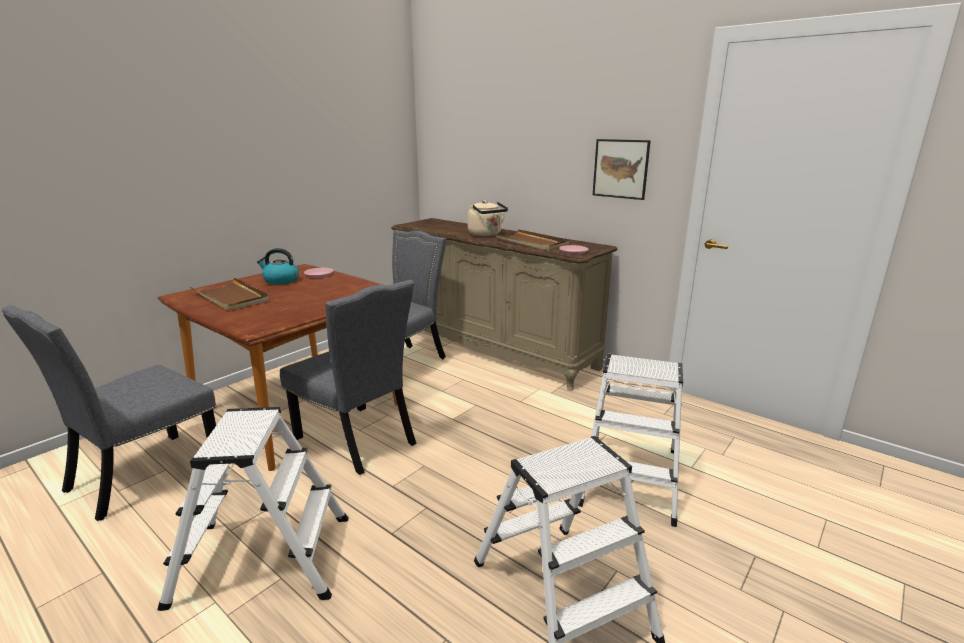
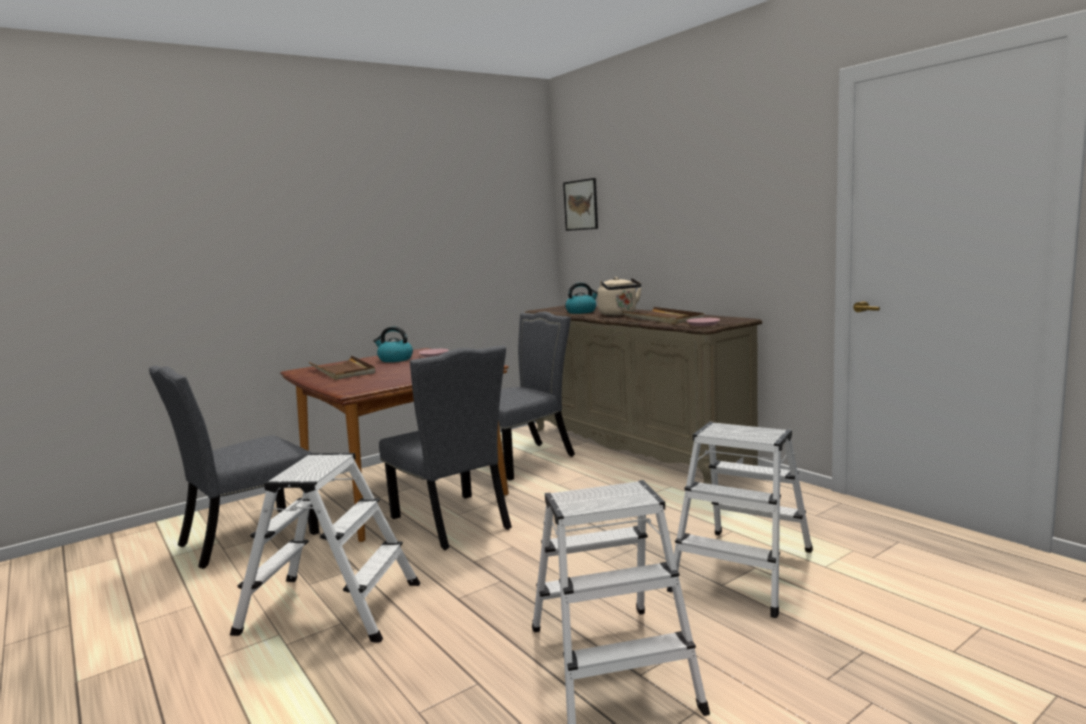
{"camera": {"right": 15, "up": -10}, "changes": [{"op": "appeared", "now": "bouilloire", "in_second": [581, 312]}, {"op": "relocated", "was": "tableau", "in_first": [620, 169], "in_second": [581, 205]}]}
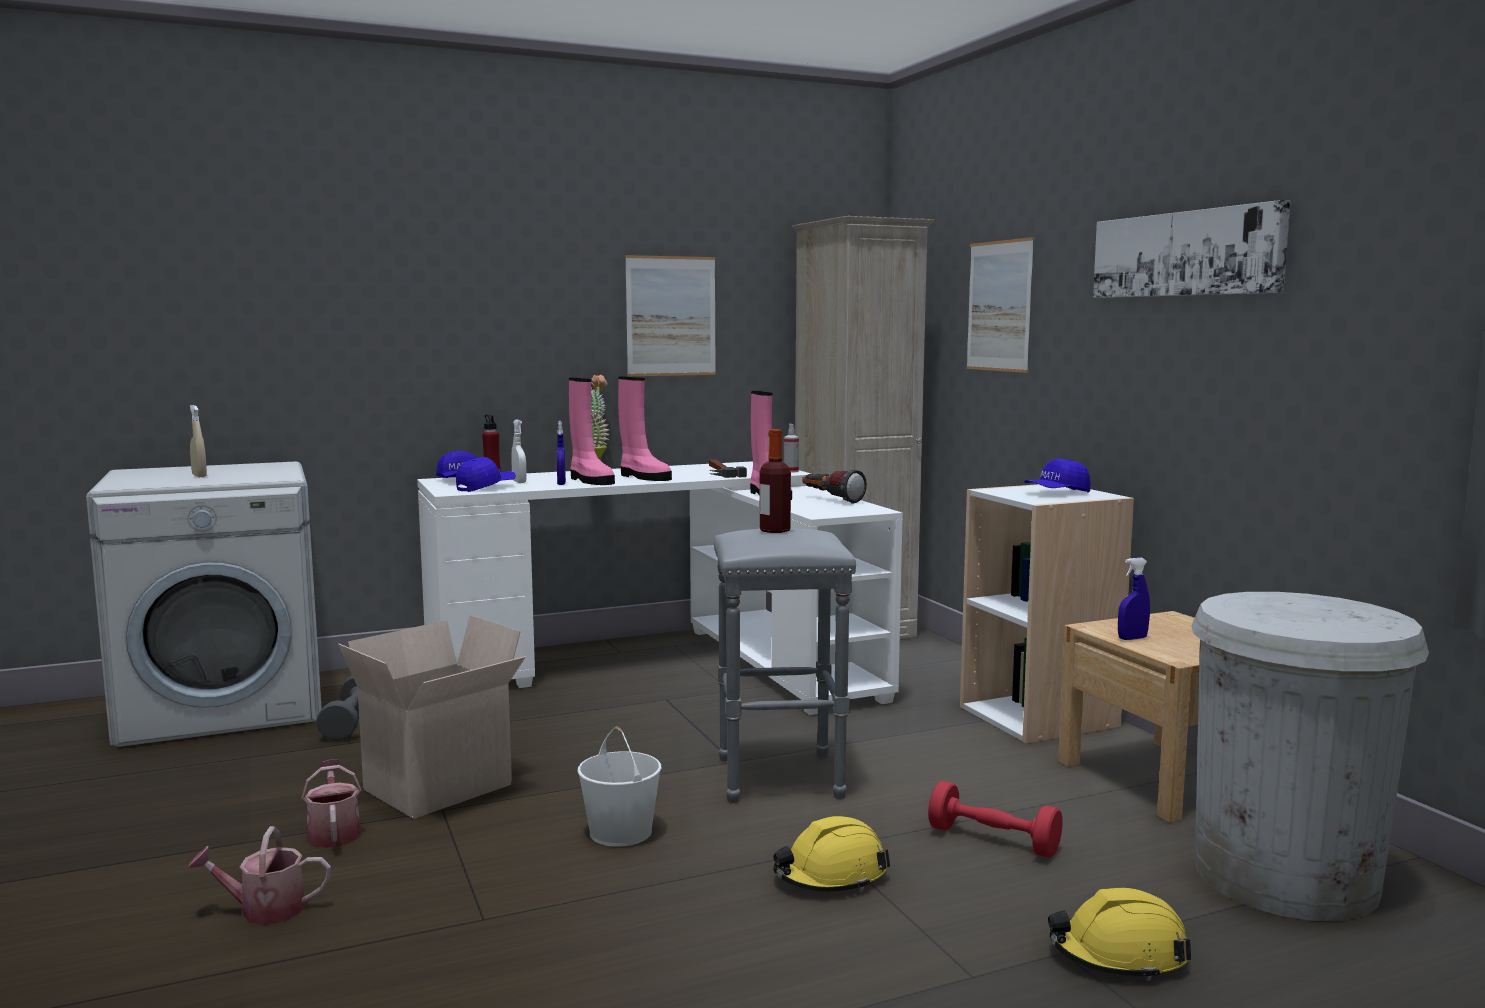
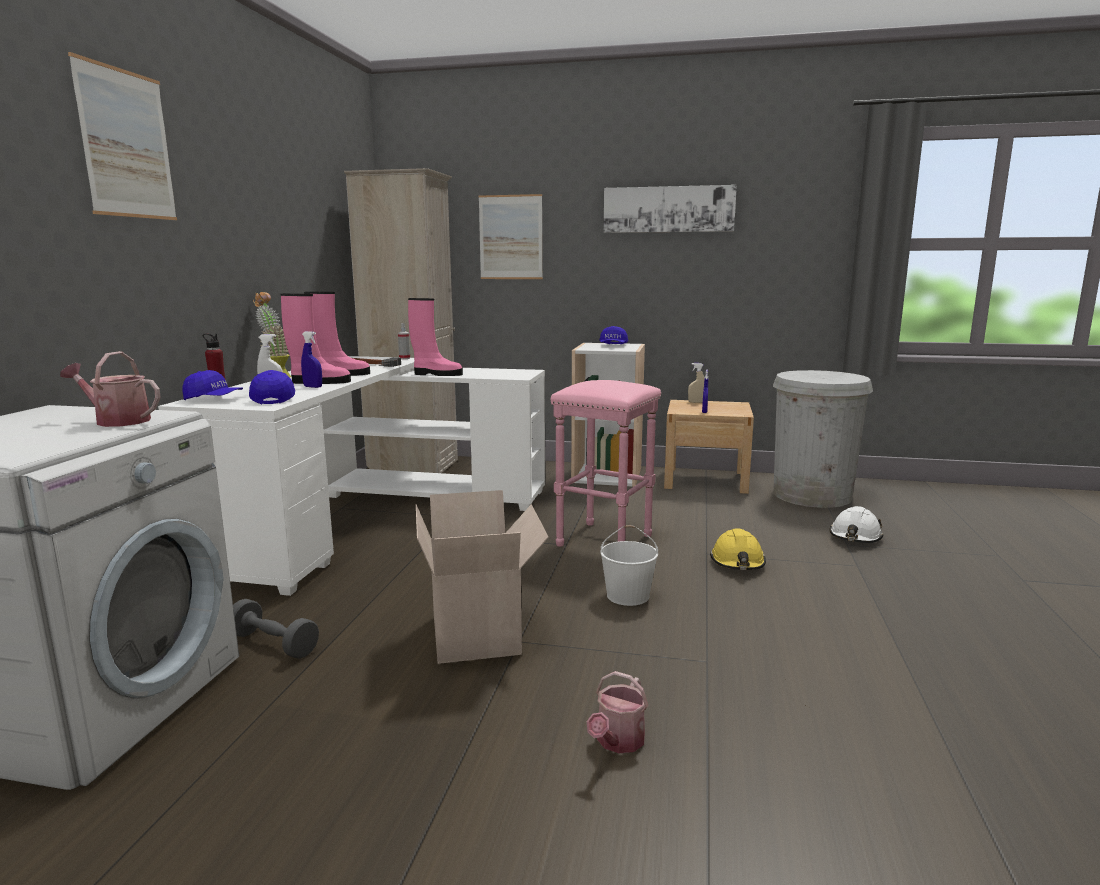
{"camera": {"right": -55, "up": 5}, "changes": [{"op": "missing", "was": "bouteille", "in_first": [774, 530]}, {"op": "missing", "was": "lampe de poche", "in_first": [830, 499]}, {"op": "missing", "was": "haltère [rouge]", "in_first": [993, 840]}, {"op": "relocated", "was": "vaporisateur [beige]", "in_first": [199, 476], "in_second": [696, 402]}, {"op": "relocated", "was": "arrosoir", "in_first": [334, 832], "in_second": [117, 421]}, {"op": "relocated", "was": "tableau", "in_first": [671, 316], "in_second": [126, 144]}, {"op": "colour", "was": "tabouret [gris]", "now": "tabouret [rose]", "in_first": [777, 778], "in_second": [605, 541]}, {"op": "colour", "was": "casque de chantier [jaune]", "now": "casque de chantier [blanc]", "in_first": [1119, 955], "in_second": [855, 537]}]}
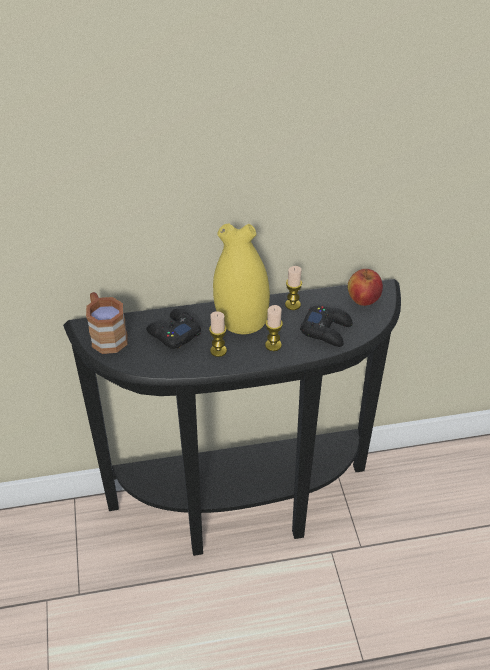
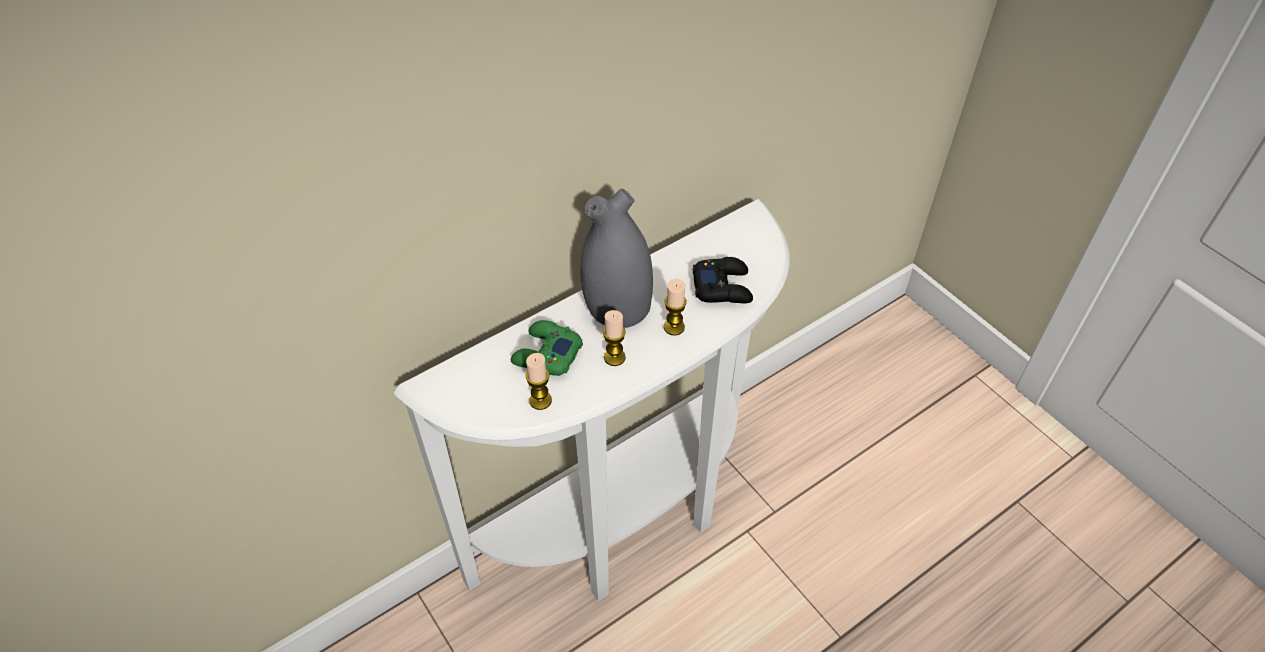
{"camera": {"right": -25, "up": 5}, "changes": [{"op": "missing", "was": "mug [marron]", "in_first": [106, 335]}, {"op": "missing", "was": "pomme", "in_first": [363, 300]}, {"op": "relocated", "was": "bougie", "in_first": [292, 304], "in_second": [540, 400]}, {"op": "colour", "was": "table console [noir]", "now": "table console [blanc]", "in_first": [244, 511], "in_second": [629, 524]}, {"op": "colour", "was": "manette [noir]", "now": "manette [vert]", "in_first": [173, 333], "in_second": [546, 354]}, {"op": "colour", "was": "vase [jaune]", "now": "vase [gris]", "in_first": [241, 320], "in_second": [617, 308]}]}
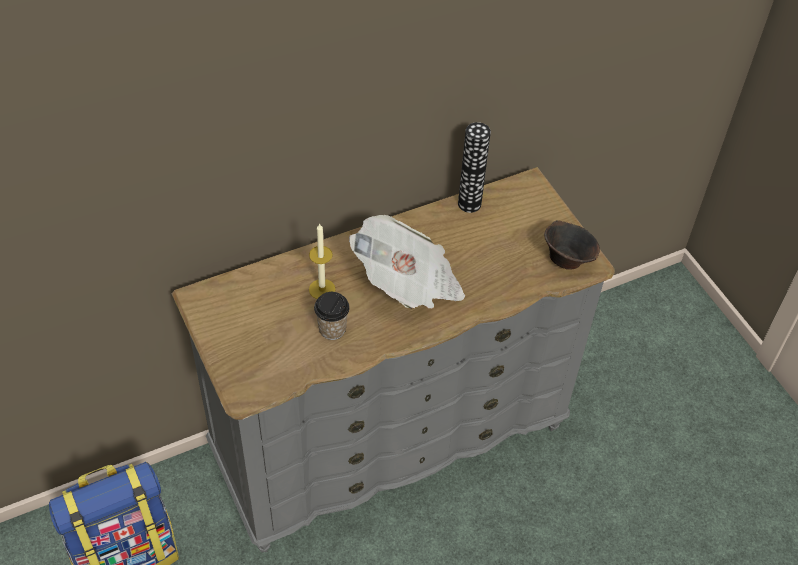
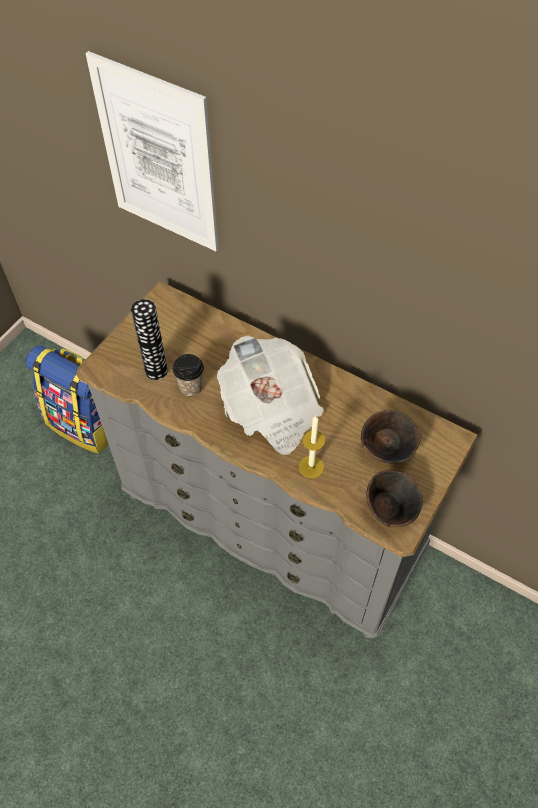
{"camera": {"right": 60, "up": 5}, "changes": [{"op": "appeared", "now": "tableau", "in_second": [158, 157]}, {"op": "appeared", "now": "bol [marron]", "in_second": [387, 449]}, {"op": "relocated", "was": "bougie", "in_first": [322, 289], "in_second": [311, 467]}, {"op": "relocated", "was": "vase", "in_first": [469, 204], "in_second": [156, 371]}]}
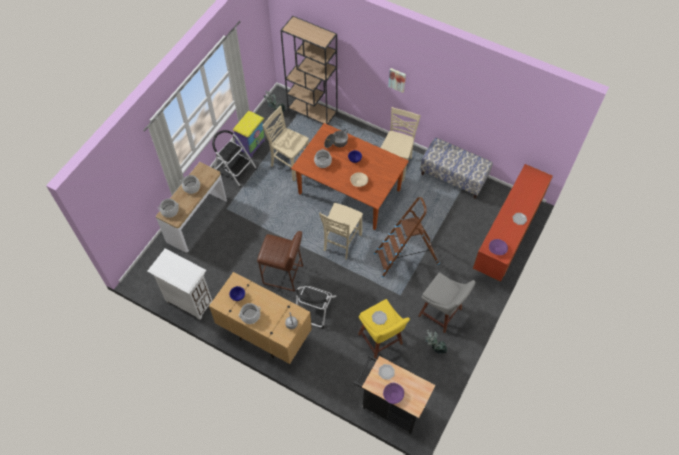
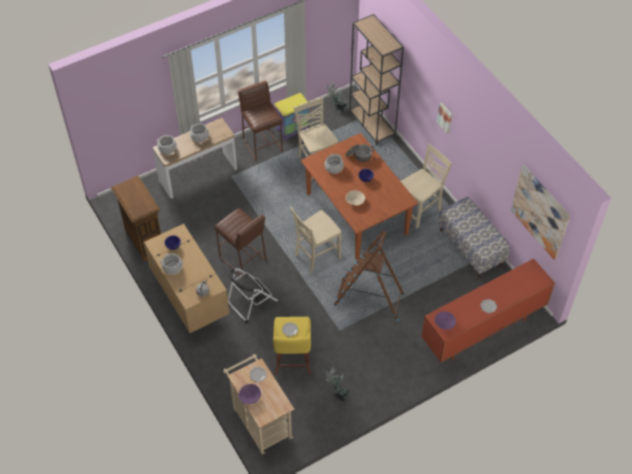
{"camera": {"right": 30, "up": -5}, "changes": [{"op": "missing", "was": "tabouret [gris]", "in_first": [441, 313]}, {"op": "appeared", "now": "tableau", "in_second": [540, 212]}, {"op": "exchanged", "was": "escabeau", "now": "tabouret [marron]", "in_first": [234, 169], "in_second": [262, 144]}, {"op": "colour", "was": "meuble de rangement [blanc]", "now": "meuble de rangement [marron]", "in_first": [188, 302], "in_second": [144, 241]}, {"op": "colour", "was": "chariot [noir]", "now": "chariot [beige]", "in_first": [390, 406], "in_second": [260, 421]}]}
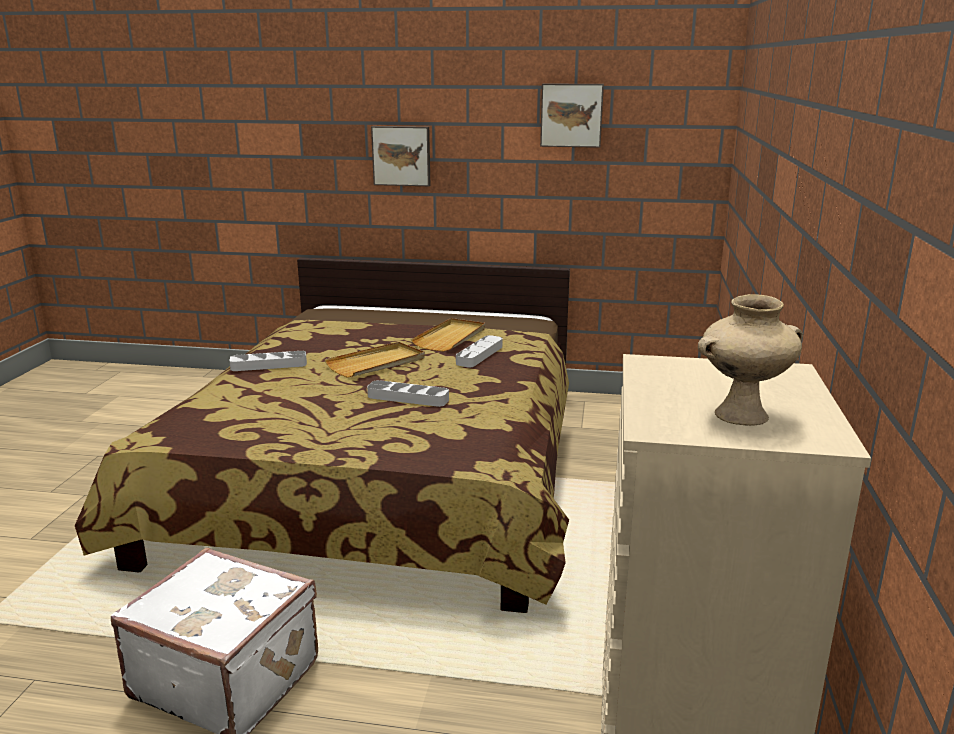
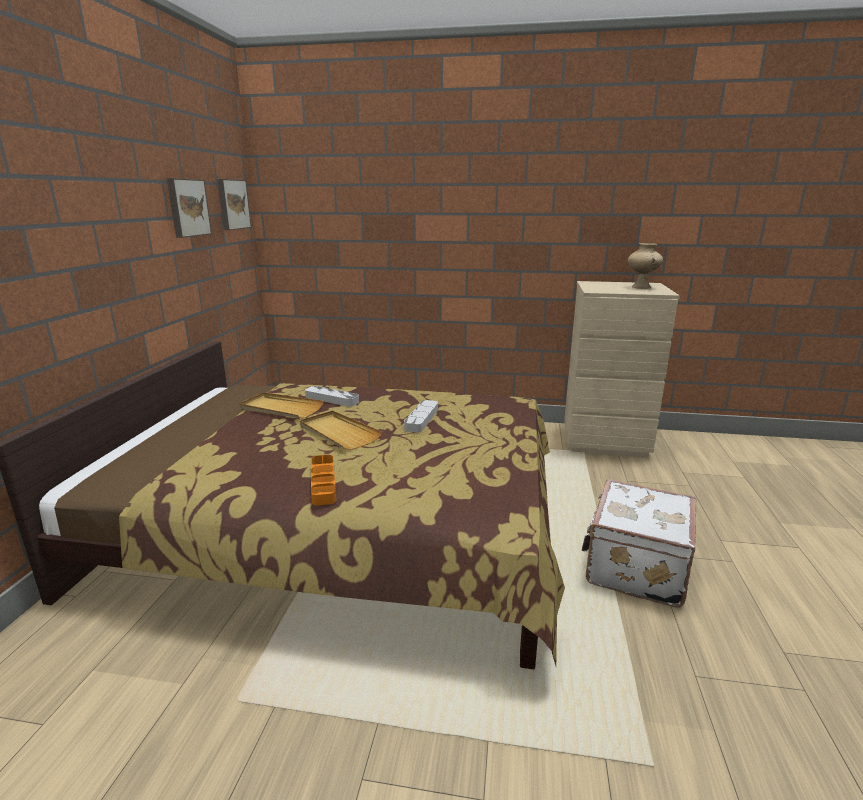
{"camera": {"right": -90, "up": 0}, "changes": [{"op": "relocated", "was": "tableau", "in_first": [401, 155], "in_second": [232, 204]}, {"op": "colour", "was": "plateau [gris]", "now": "plateau [orange]", "in_first": [269, 365], "in_second": [323, 483]}]}
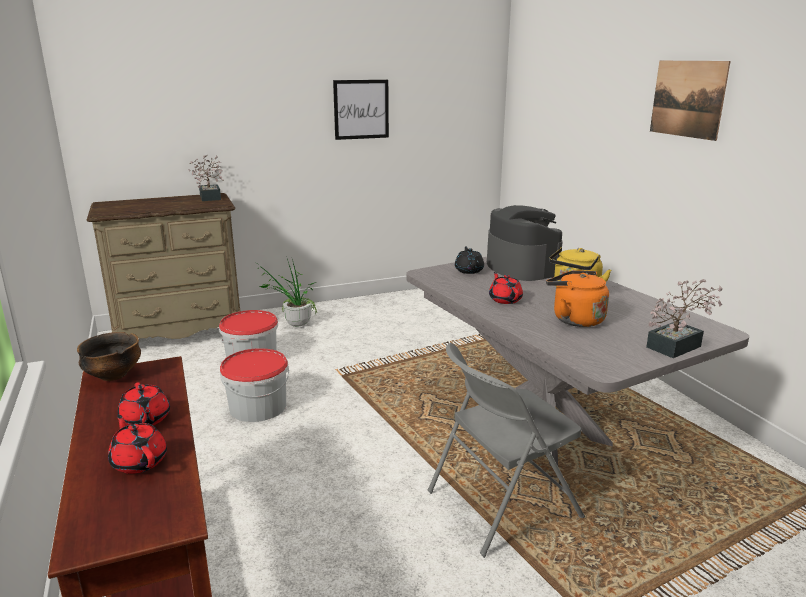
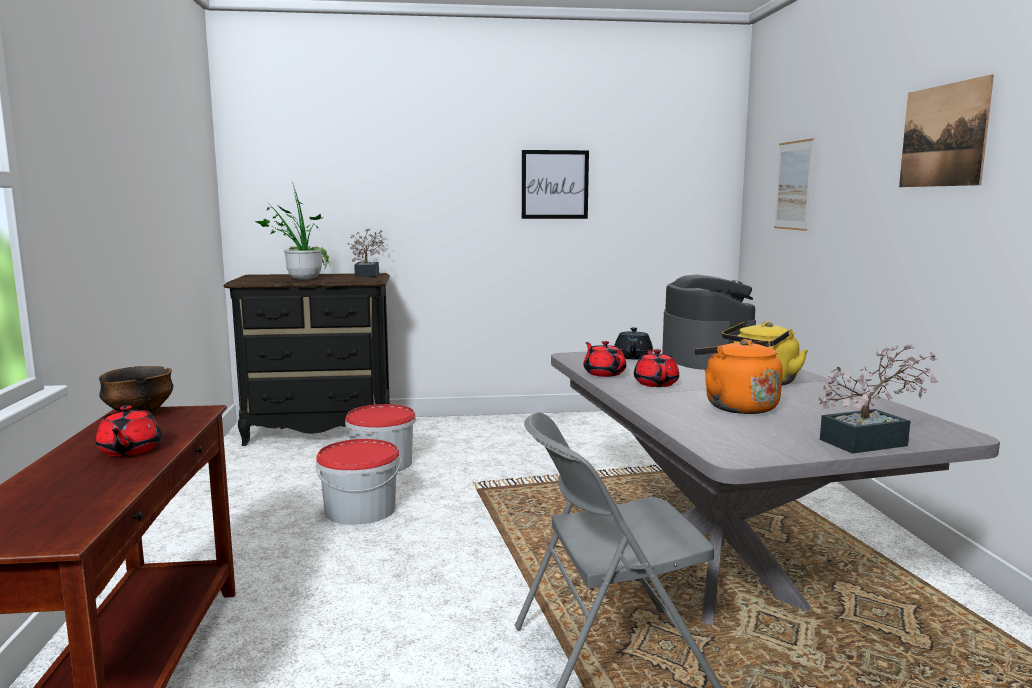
{"camera": {"right": 15, "up": -10}, "changes": [{"op": "appeared", "now": "tableau", "in_second": [793, 185]}, {"op": "relocated", "was": "théière [rouge]", "in_first": [139, 461], "in_second": [604, 373]}, {"op": "relocated", "was": "plante en pot", "in_first": [293, 324], "in_second": [299, 279]}, {"op": "colour", "was": "commode [beige]", "now": "commode [noir]", "in_first": [180, 335], "in_second": [319, 433]}]}
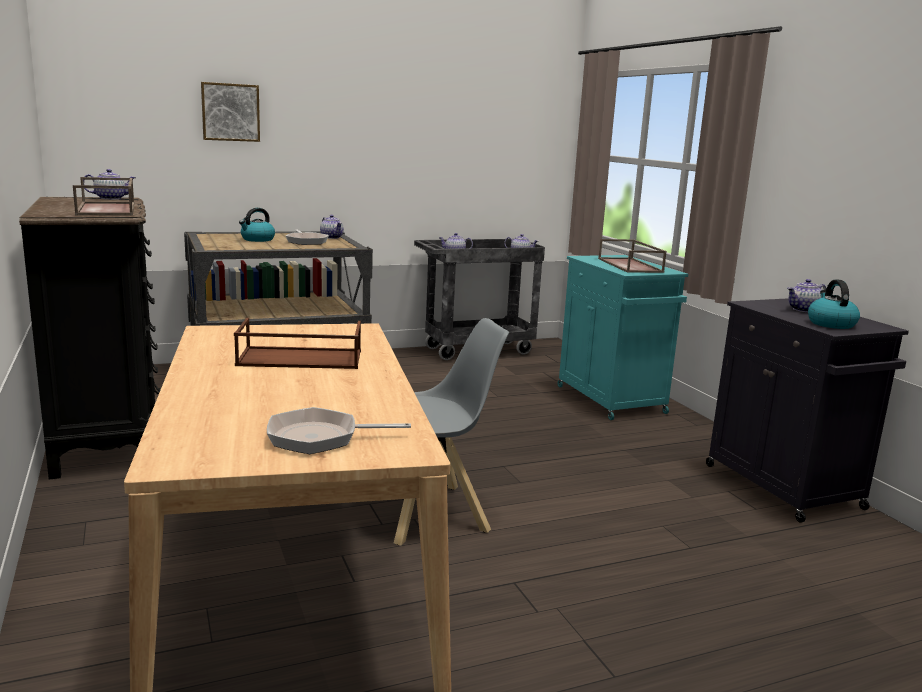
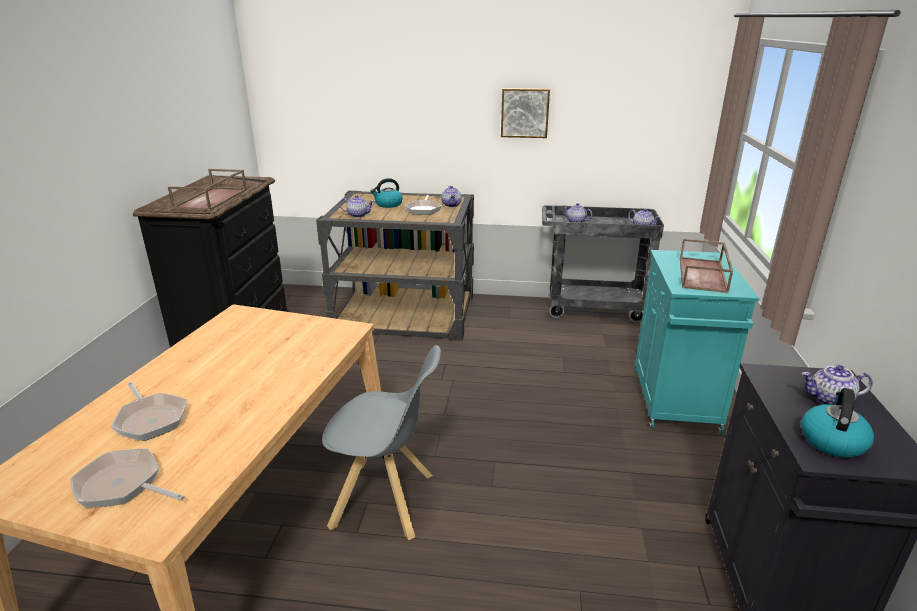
{"camera": {"right": 30, "up": 10}, "changes": [{"op": "missing", "was": "plateau [marron]", "in_first": [299, 359]}, {"op": "appeared", "now": "poêle", "in_second": [151, 419]}, {"op": "relocated", "was": "théière", "in_first": [111, 198], "in_second": [358, 215]}, {"op": "relocated", "was": "tableau", "in_first": [230, 112], "in_second": [525, 113]}]}
